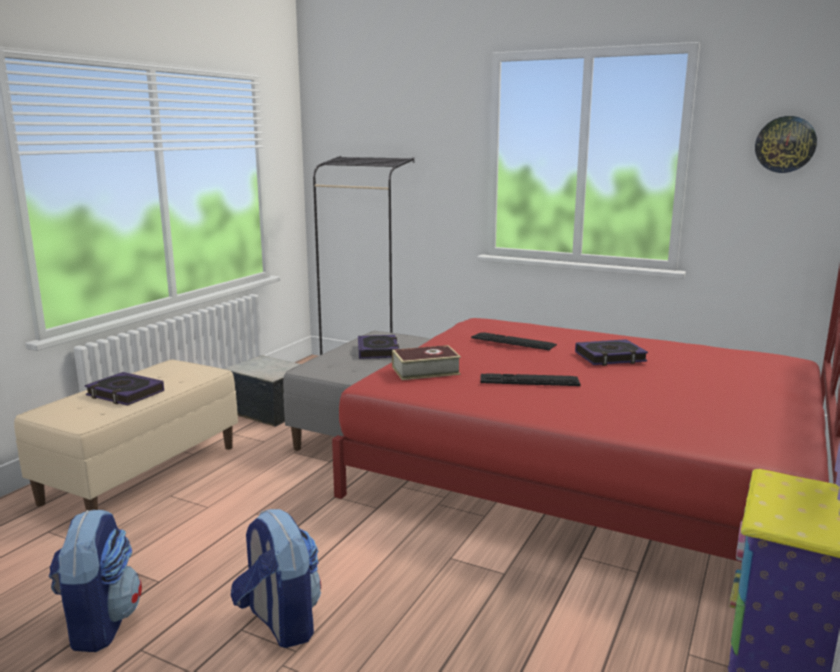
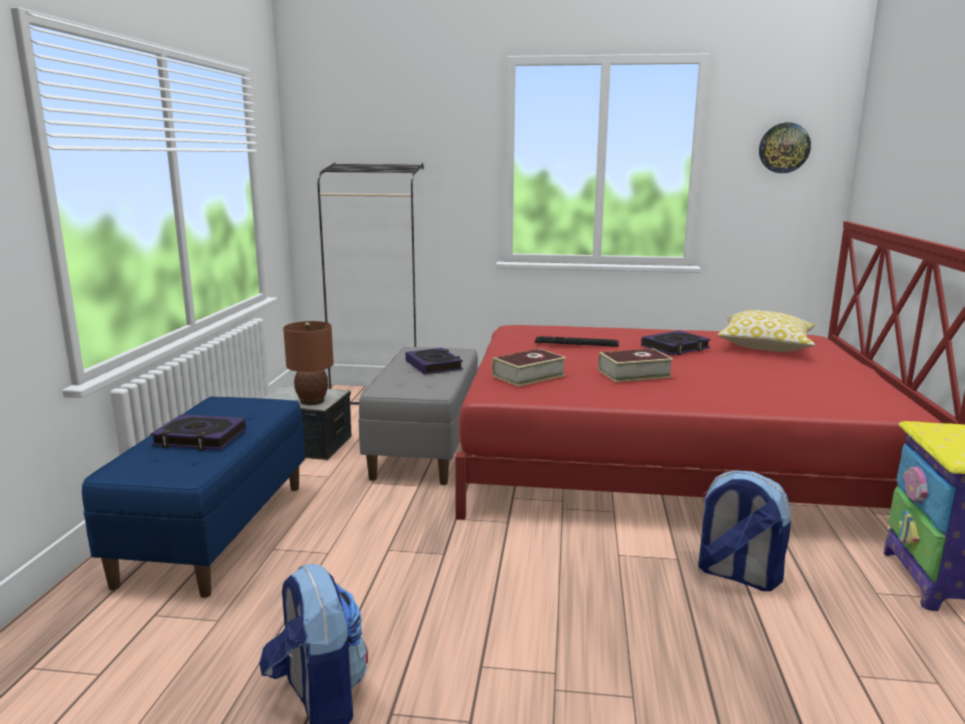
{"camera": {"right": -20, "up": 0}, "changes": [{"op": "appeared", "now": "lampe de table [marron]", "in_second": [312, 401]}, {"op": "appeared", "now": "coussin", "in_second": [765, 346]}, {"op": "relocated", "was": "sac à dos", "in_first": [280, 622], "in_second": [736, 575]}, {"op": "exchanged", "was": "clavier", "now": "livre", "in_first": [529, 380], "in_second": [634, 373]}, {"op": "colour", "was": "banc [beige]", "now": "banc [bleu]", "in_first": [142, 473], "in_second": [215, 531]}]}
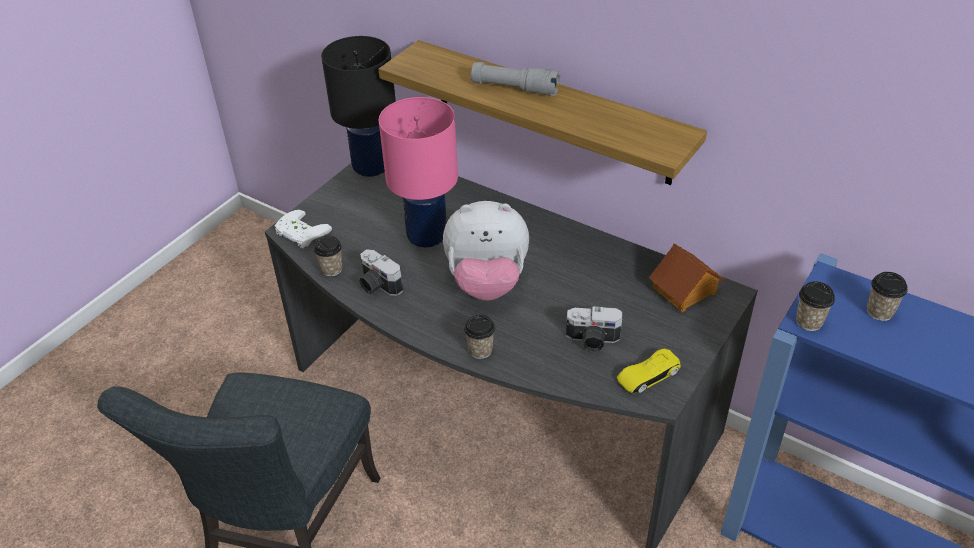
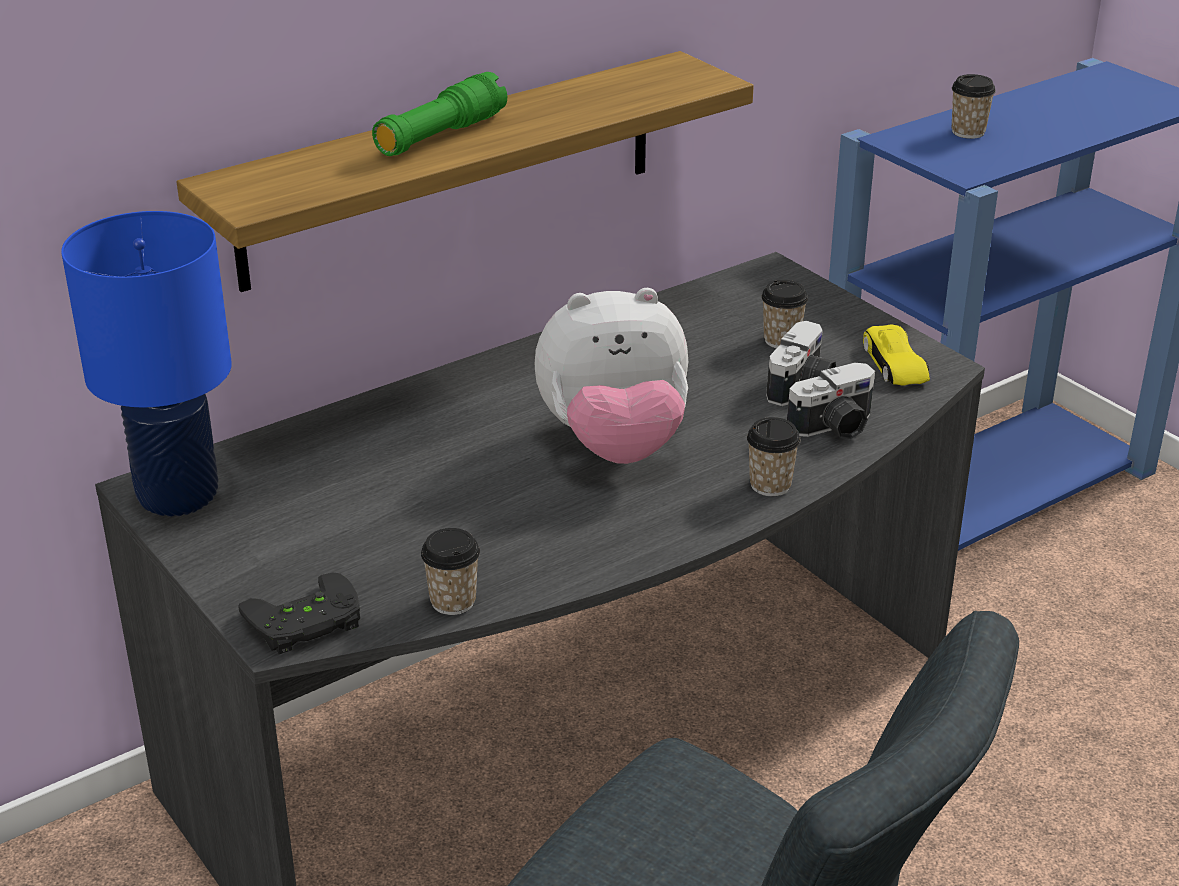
{"camera": {"right": -70, "up": -10}, "changes": [{"op": "missing", "was": "lampe de table [rose]", "in_first": [427, 238]}, {"op": "missing", "was": "maison miniature", "in_first": [685, 291]}, {"op": "relocated", "was": "appareil photo", "in_first": [377, 285], "in_second": [835, 428]}, {"op": "relocated", "was": "tasse", "in_first": [809, 322], "in_second": [781, 340]}, {"op": "colour", "was": "manette [blanc]", "now": "manette [noir]", "in_first": [299, 233], "in_second": [306, 624]}, {"op": "colour", "was": "lampe de table [noir]", "now": "lampe de table [bleu]", "in_first": [370, 169], "in_second": [179, 502]}, {"op": "colour", "was": "lampe de poche [gris]", "now": "lampe de poche [vert]", "in_first": [515, 88], "in_second": [441, 136]}, {"op": "spun", "was": "peluche", "in_first": [487, 283], "in_second": [614, 446], "clockwise": 60}]}
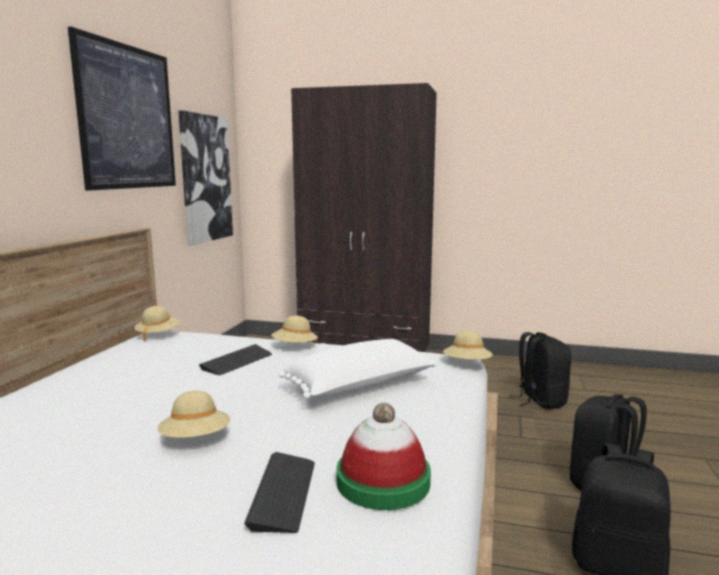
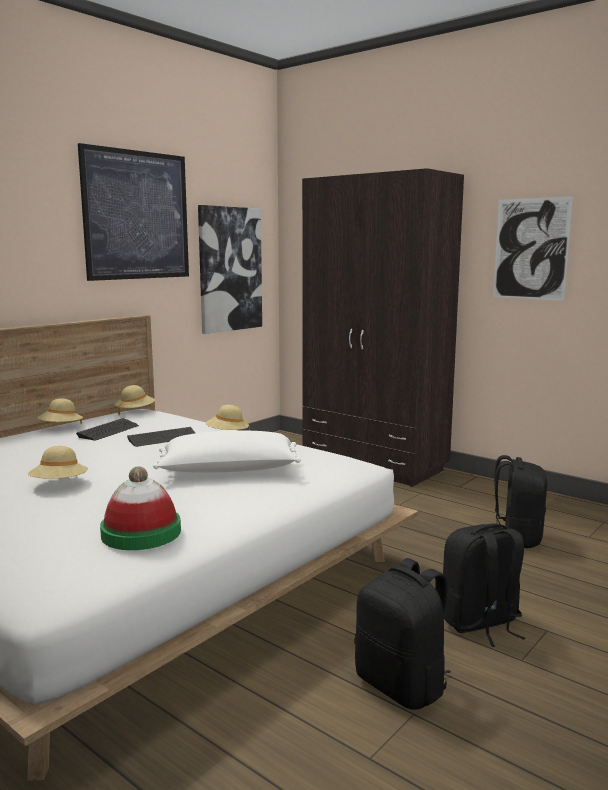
{"camera": {"right": 25, "up": 0}, "changes": [{"op": "appeared", "now": "tableau", "in_second": [531, 249]}, {"op": "relocated", "was": "clavier", "in_first": [283, 493], "in_second": [108, 431]}, {"op": "relocated", "was": "chapeau [beige]", "in_first": [467, 364], "in_second": [61, 428]}]}
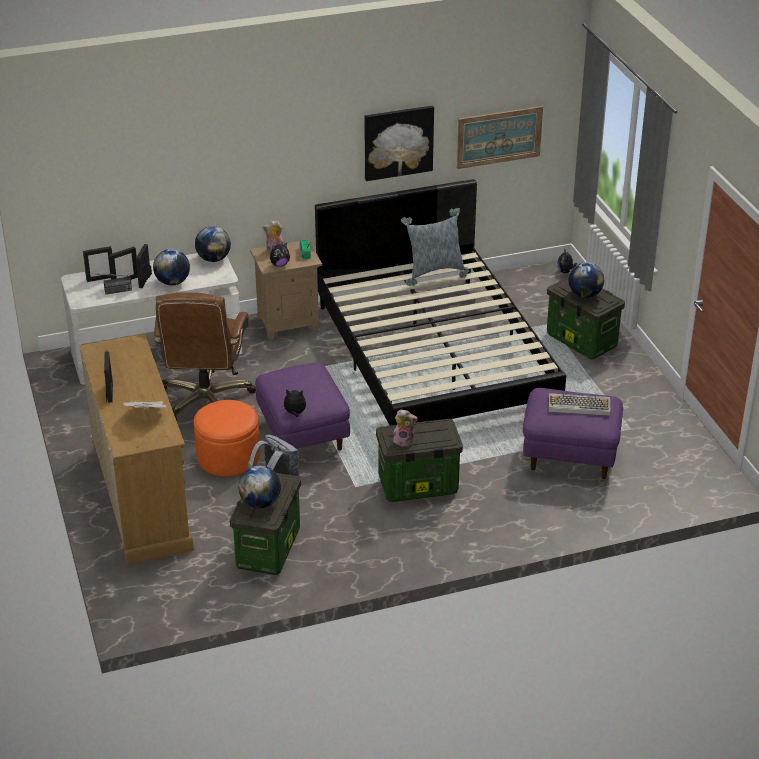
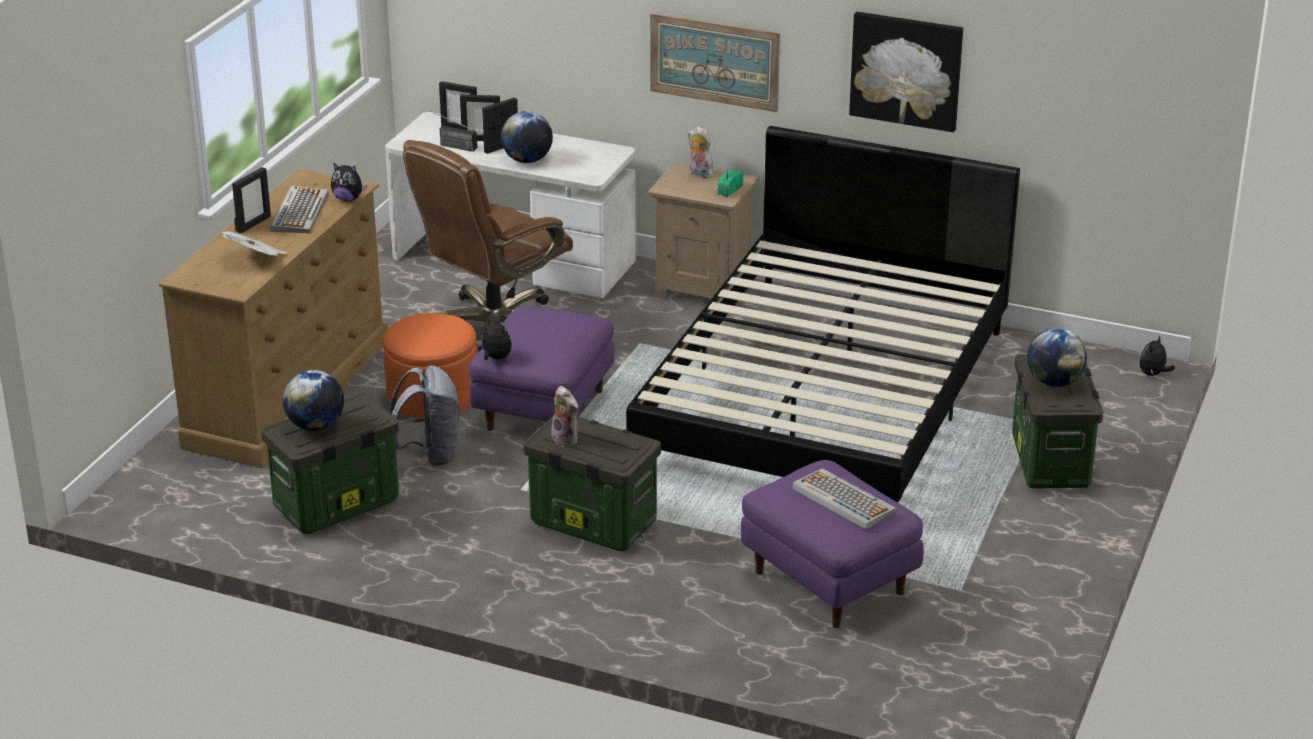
{"camera": {"right": 40, "up": -5}, "changes": [{"op": "missing", "was": "globe", "in_first": [213, 259]}, {"op": "missing", "was": "coussin", "in_first": [433, 276]}, {"op": "appeared", "now": "clavier", "in_second": [299, 211]}, {"op": "relocated", "was": "peluche", "in_first": [279, 265], "in_second": [348, 199]}, {"op": "relocated", "was": "tableau", "in_first": [499, 137], "in_second": [714, 61]}]}
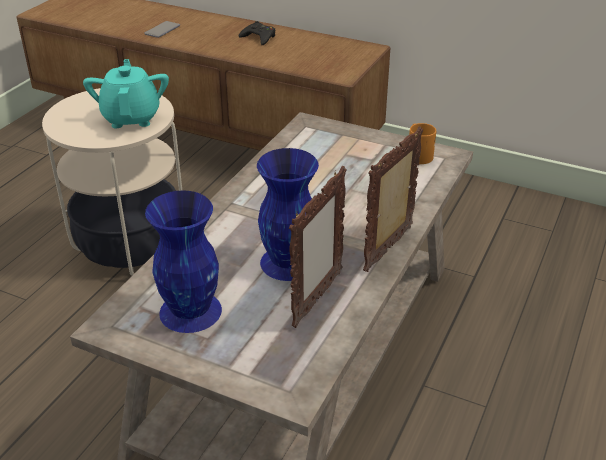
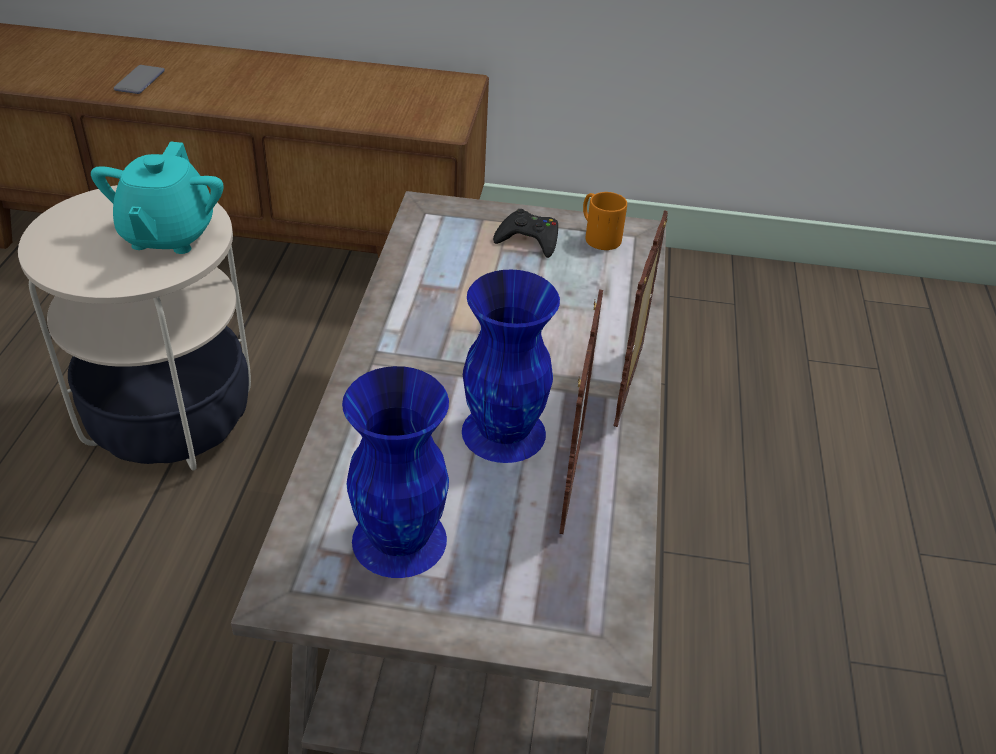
{"camera": {"right": -20, "up": 5}, "changes": [{"op": "relocated", "was": "manette [noir]", "in_first": [259, 37], "in_second": [529, 239]}, {"op": "spun", "was": "théière [turquoise]", "in_first": [131, 118], "in_second": [167, 235], "clockwise": -150}]}
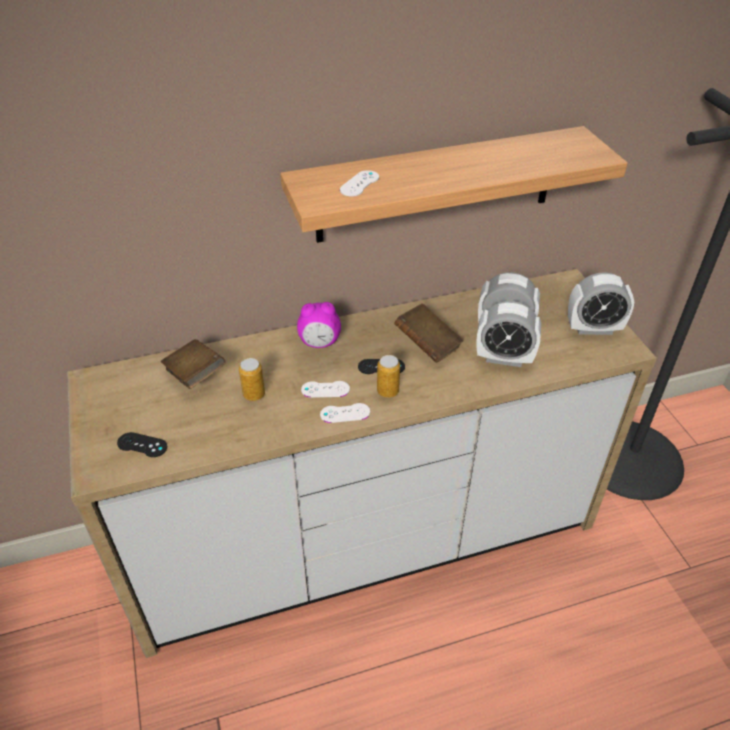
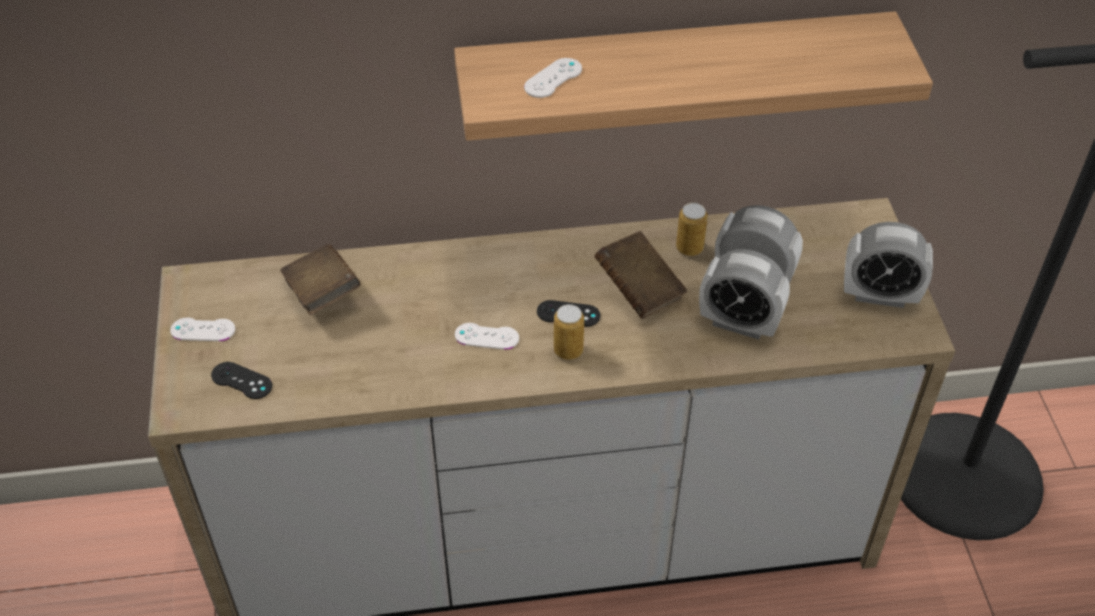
{"camera": {"right": 10, "up": 5}, "changes": [{"op": "missing", "was": "réveil", "in_first": [320, 343]}, {"op": "relocated", "was": "boîte métallique", "in_first": [254, 394], "in_second": [689, 248]}, {"op": "relocated", "was": "manette [blanc]", "in_first": [345, 413], "in_second": [203, 330]}]}
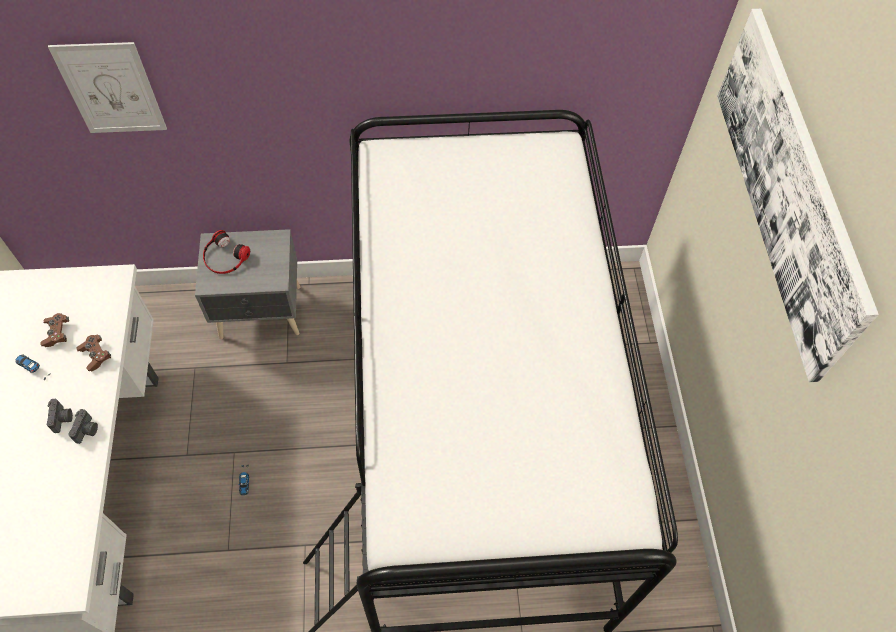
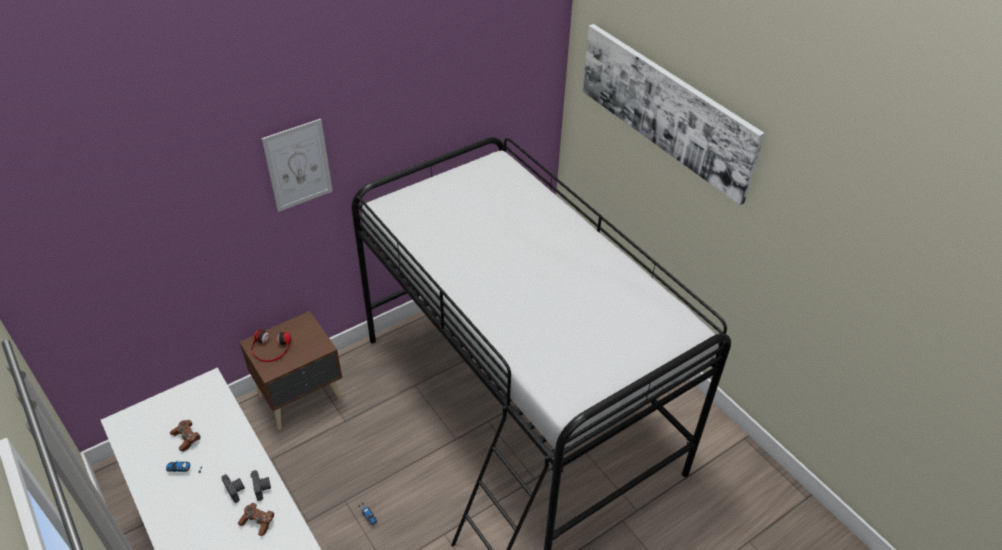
{"camera": {"right": -30, "up": -15}, "changes": [{"op": "relocated", "was": "tableau", "in_first": [111, 89], "in_second": [298, 165]}, {"op": "relocated", "was": "manette [marron]", "in_first": [96, 355], "in_second": [258, 522]}, {"op": "colour", "was": "table de chevet [gris]", "now": "table de chevet [marron]", "in_first": [262, 313], "in_second": [302, 397]}]}
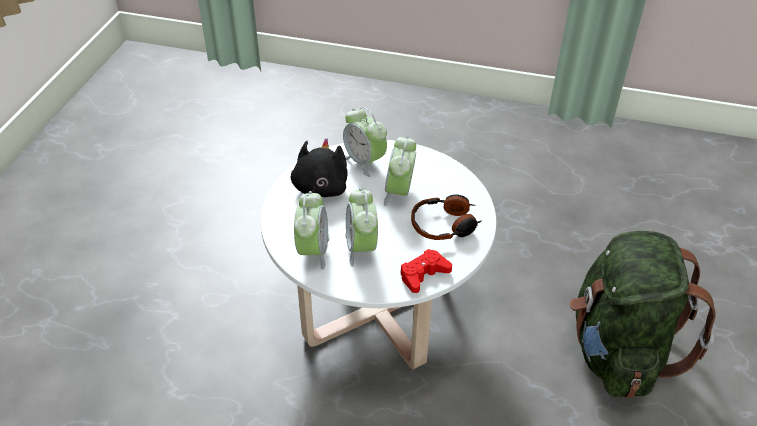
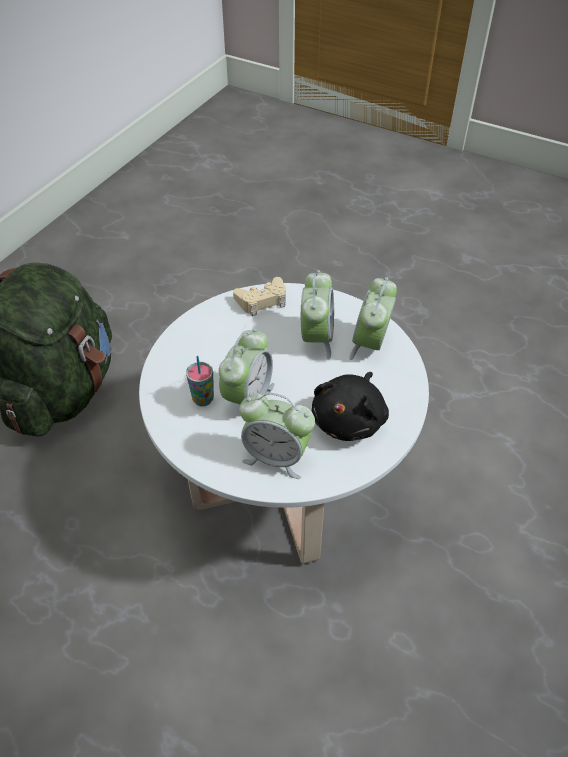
{"camera": {"right": -165, "up": 5}, "changes": [{"op": "missing", "was": "casque audio", "in_first": [445, 225]}, {"op": "appeared", "now": "tasse", "in_second": [203, 399]}, {"op": "colour", "was": "manette [rouge]", "now": "manette [beige]", "in_first": [423, 274], "in_second": [262, 301]}, {"op": "spun", "was": "réveil", "in_first": [364, 161], "in_second": [276, 457], "clockwise": 135}]}
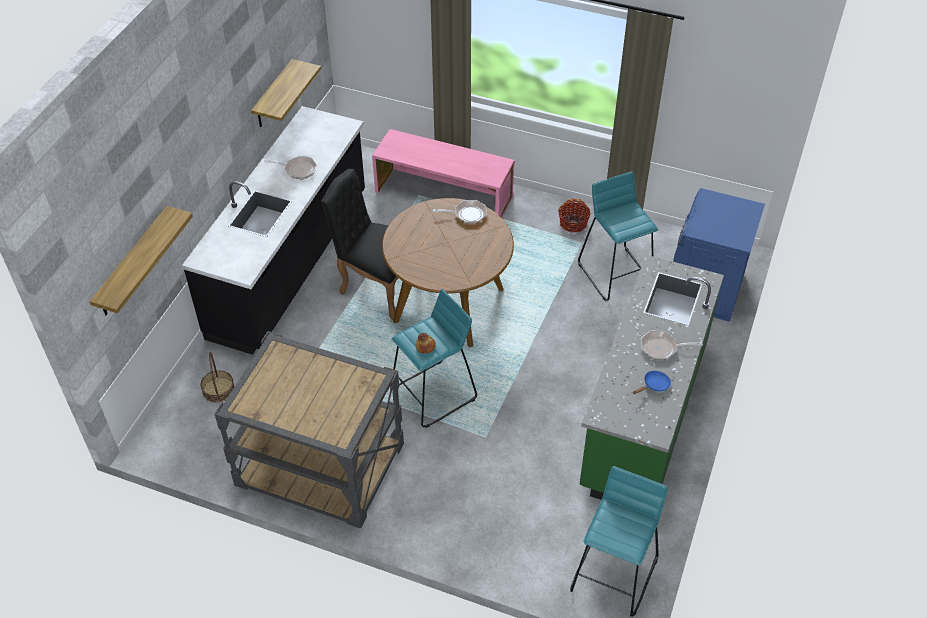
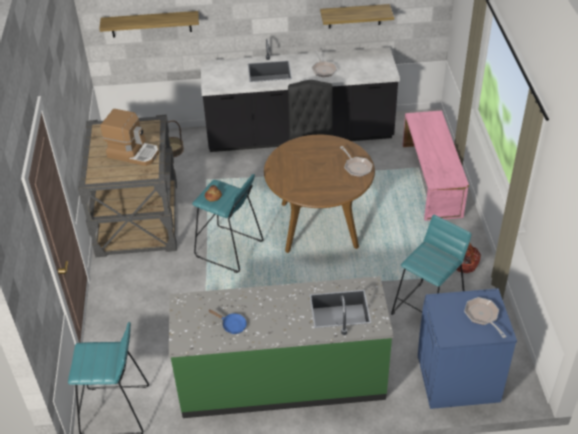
{"camera": {"right": 65, "up": -5}, "changes": [{"op": "appeared", "now": "machine à café", "in_second": [133, 153]}, {"op": "relocated", "was": "poêle", "in_first": [662, 348], "in_second": [483, 316]}]}
